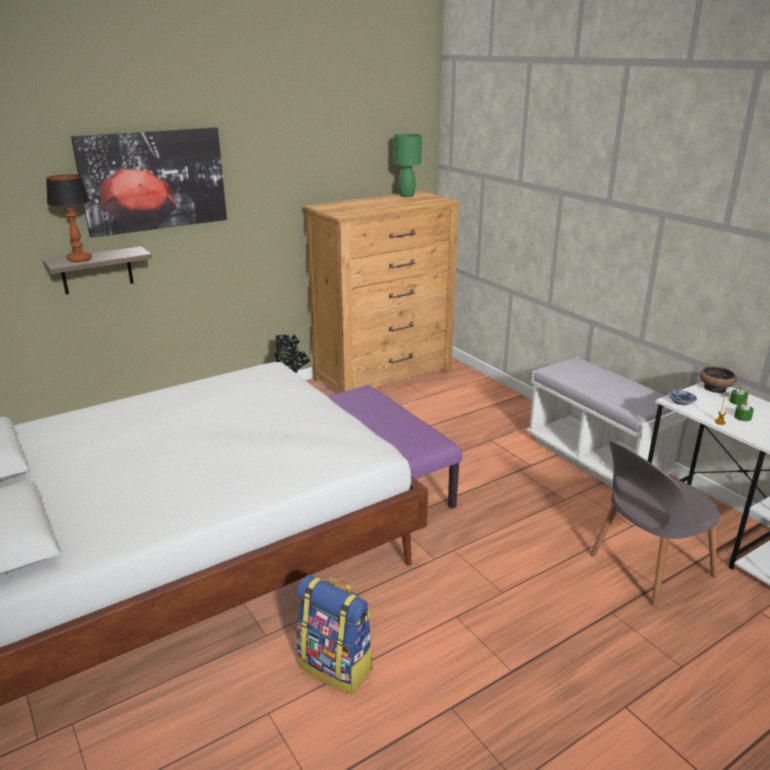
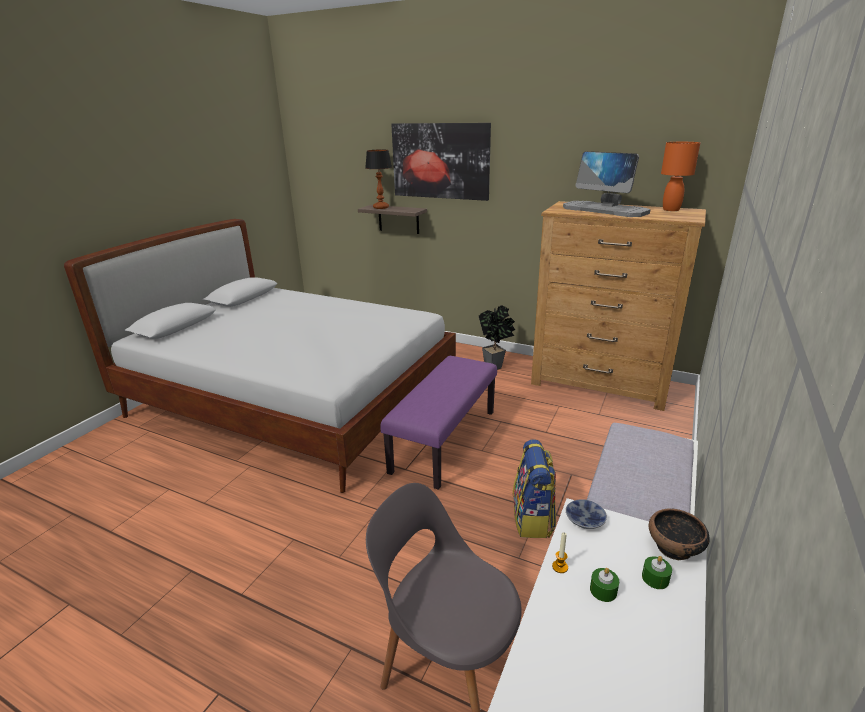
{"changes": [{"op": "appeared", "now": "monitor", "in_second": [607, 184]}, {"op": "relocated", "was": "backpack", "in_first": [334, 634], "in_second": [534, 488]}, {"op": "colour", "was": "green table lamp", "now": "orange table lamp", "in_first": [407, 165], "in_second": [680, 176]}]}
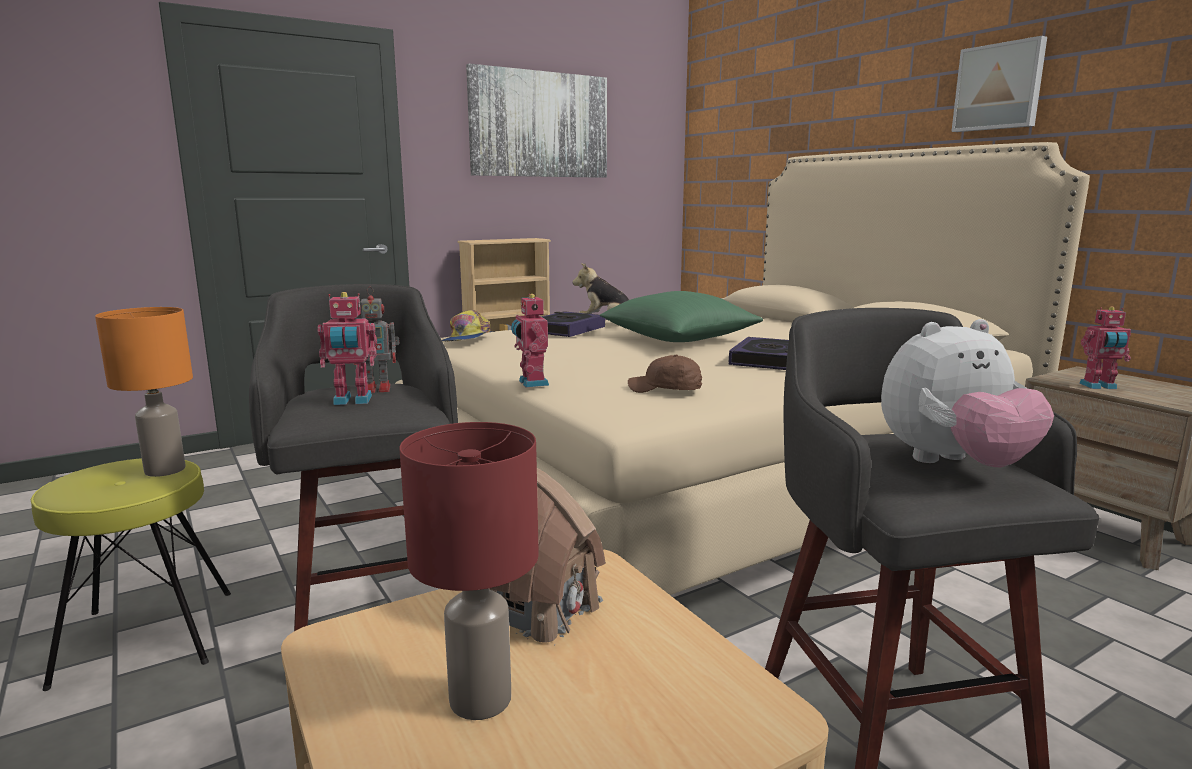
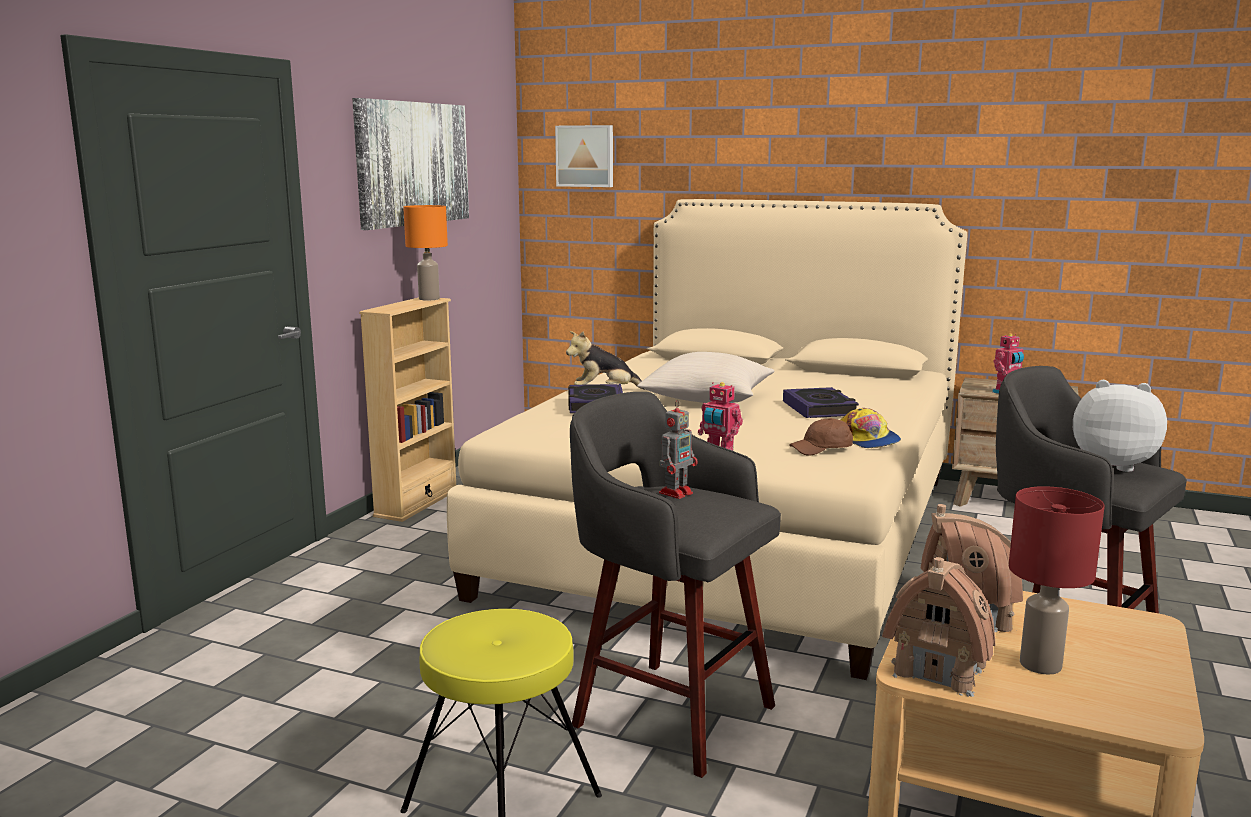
{"changes": [{"op": "missing", "was": "toy robot", "in_first": [347, 348]}, {"op": "appeared", "now": "toy house", "in_second": [938, 627]}, {"op": "relocated", "was": "orange table lamp", "in_first": [144, 392], "in_second": [425, 253]}, {"op": "relocated", "was": "cap", "in_first": [466, 326], "in_second": [871, 428]}, {"op": "relocated", "was": "picture", "in_first": [999, 84], "in_second": [584, 156]}, {"op": "colour", "was": "green pillow", "now": "beige pillow", "in_first": [681, 316], "in_second": [705, 377]}, {"op": "spun", "was": "plush toy", "in_first": [967, 393], "in_second": [1120, 426], "clockwise": -105}]}
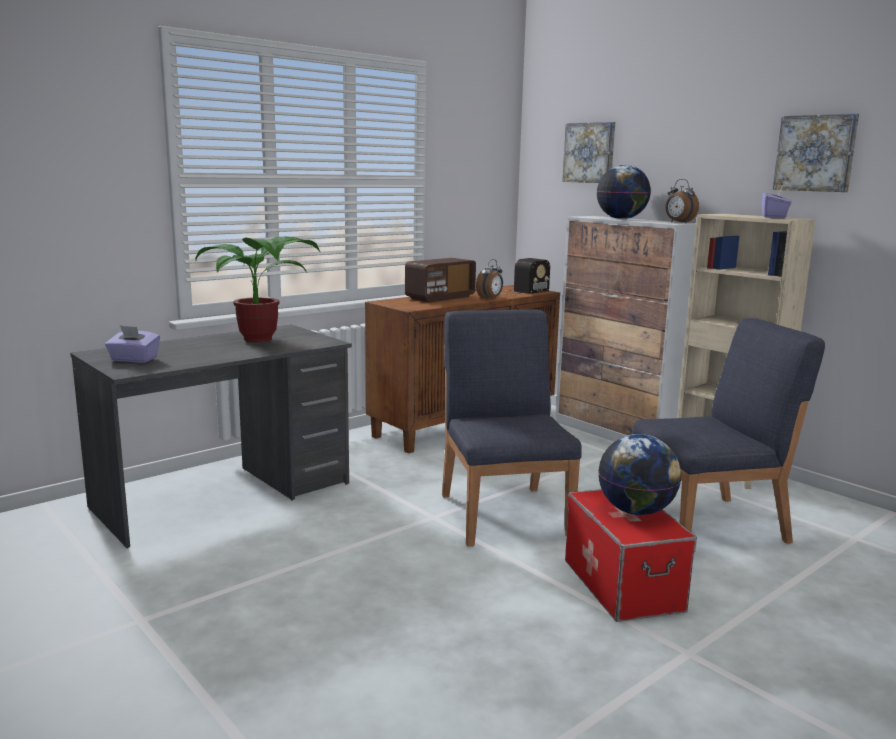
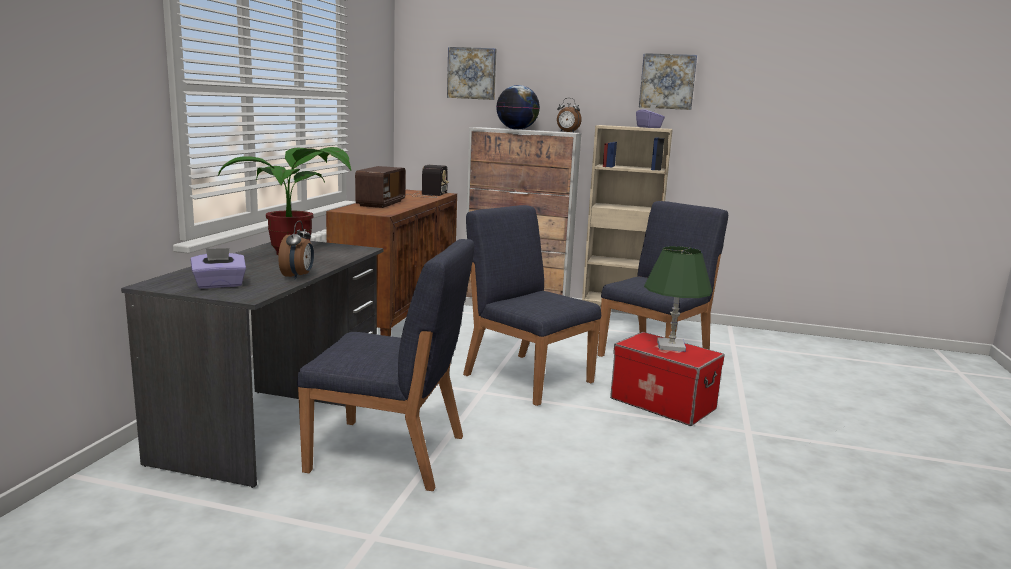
{"changes": [{"op": "appeared", "now": "blue chair", "in_second": [385, 365]}, {"op": "relocated", "was": "alarm clock", "in_first": [489, 279], "in_second": [296, 250]}, {"op": "exchanged", "was": "globe", "now": "green table lamp", "in_first": [639, 474], "in_second": [678, 299]}]}
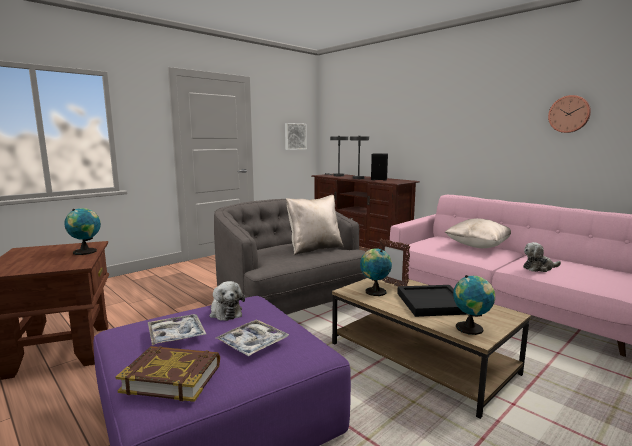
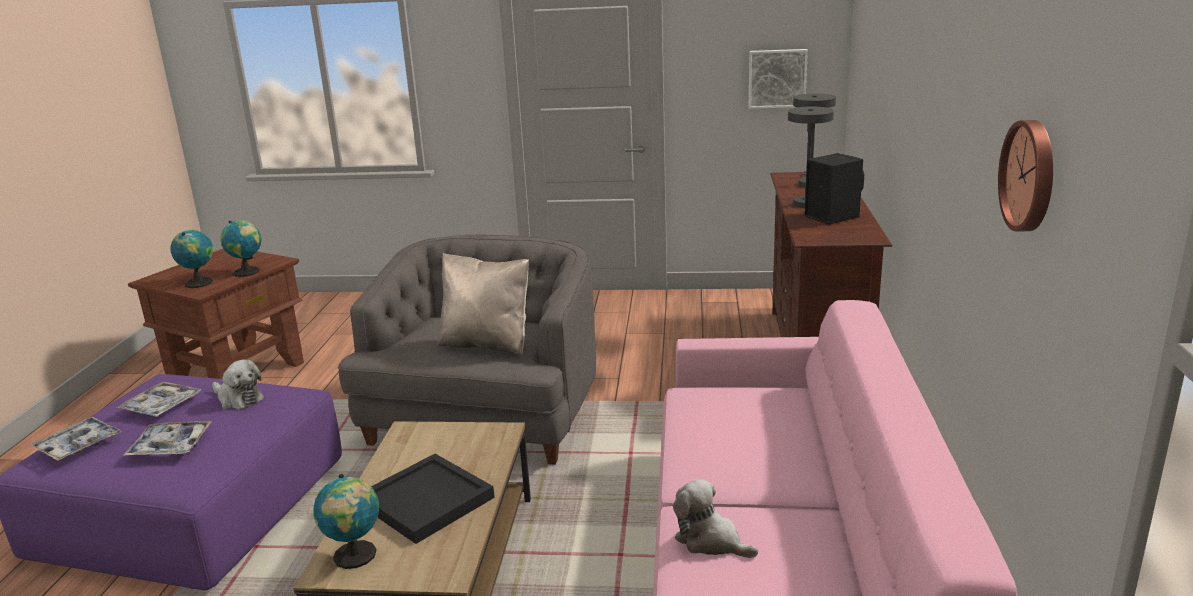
{"changes": [{"op": "missing", "was": "picture frame", "in_first": [394, 263]}, {"op": "missing", "was": "beige pillow", "in_first": [477, 233]}, {"op": "relocated", "was": "globe", "in_first": [376, 272], "in_second": [191, 259]}, {"op": "exchanged", "was": "book", "now": "tray", "in_first": [168, 374], "in_second": [76, 439]}, {"op": "spun", "was": "plush toy", "in_first": [227, 301], "in_second": [238, 384], "clockwise": -75}]}
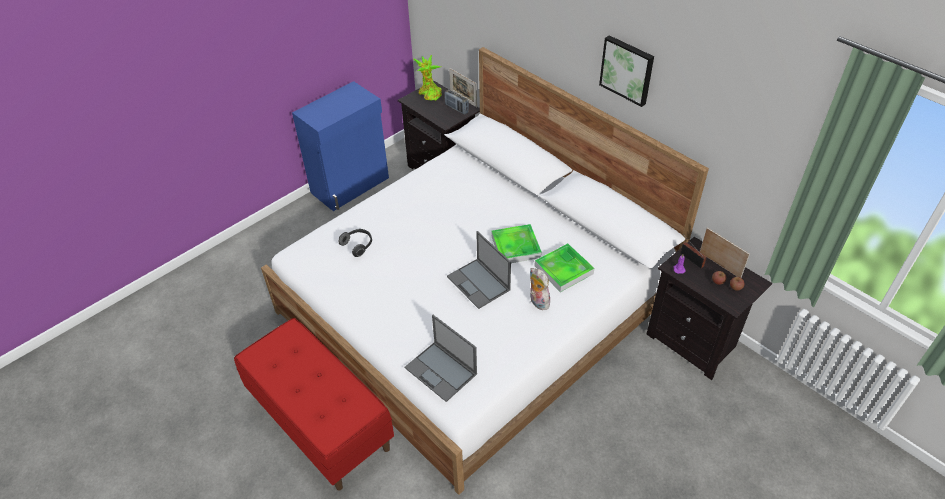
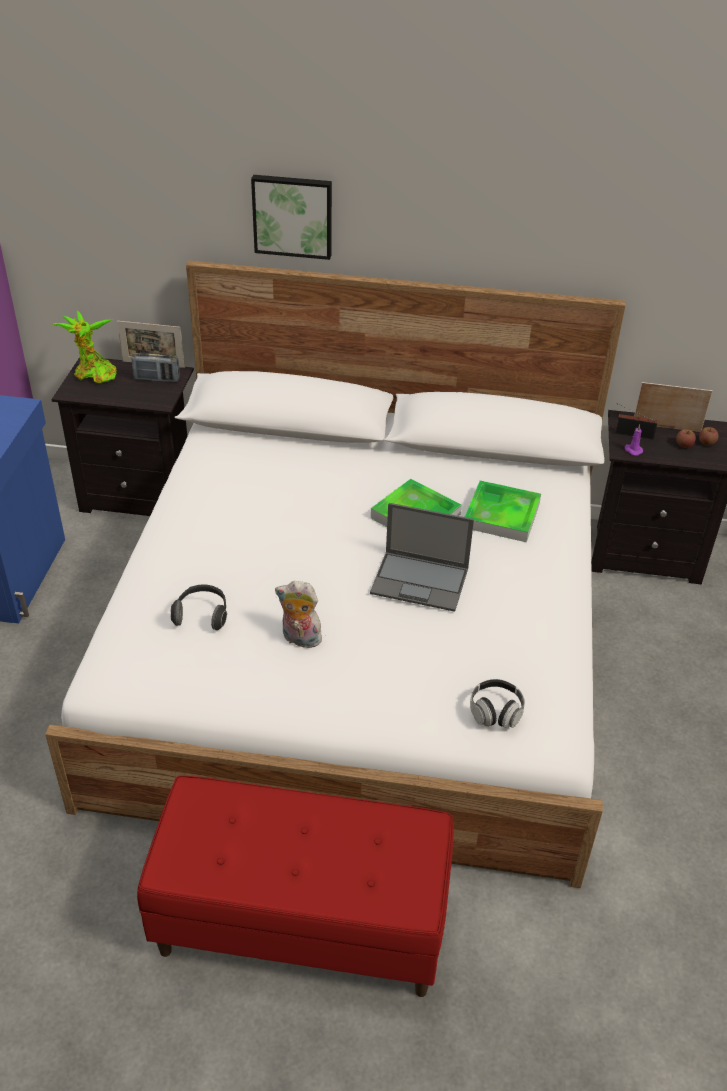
{"changes": [{"op": "relocated", "was": "plush toy", "in_first": [540, 289], "in_second": [300, 614]}, {"op": "relocated", "was": "picture", "in_first": [626, 71], "in_second": [291, 217]}, {"op": "exchanged", "was": "laptop", "now": "headphones", "in_first": [441, 358], "in_second": [497, 703]}]}
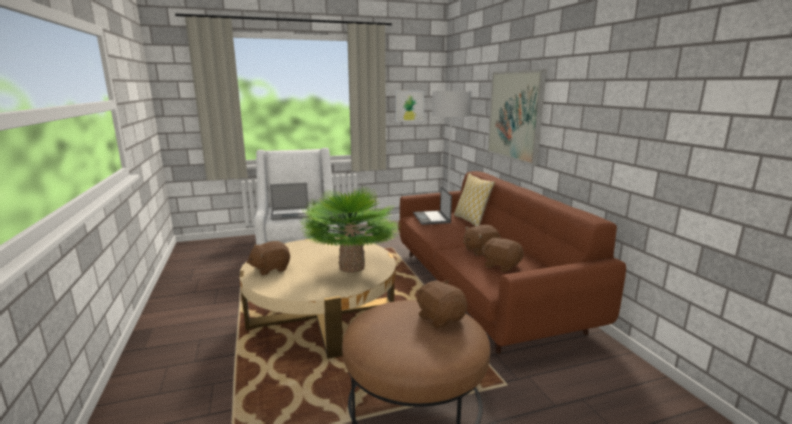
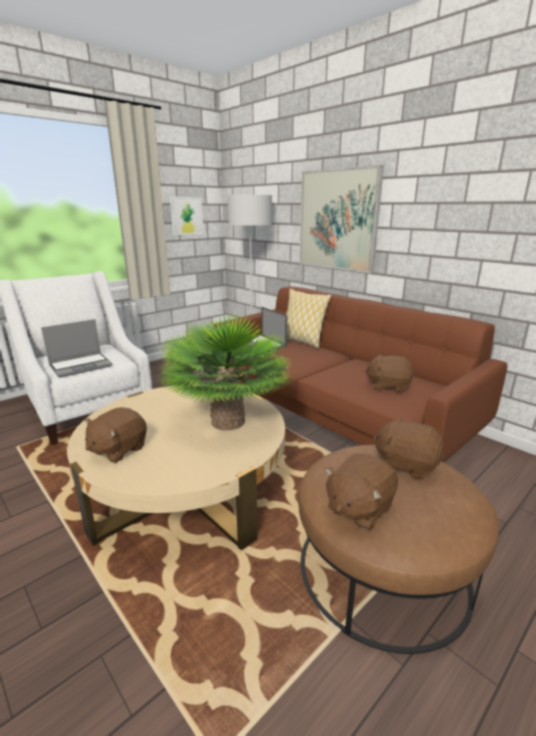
{"changes": [{"op": "relocated", "was": "brown plush toy", "in_first": [481, 240], "in_second": [361, 491]}]}
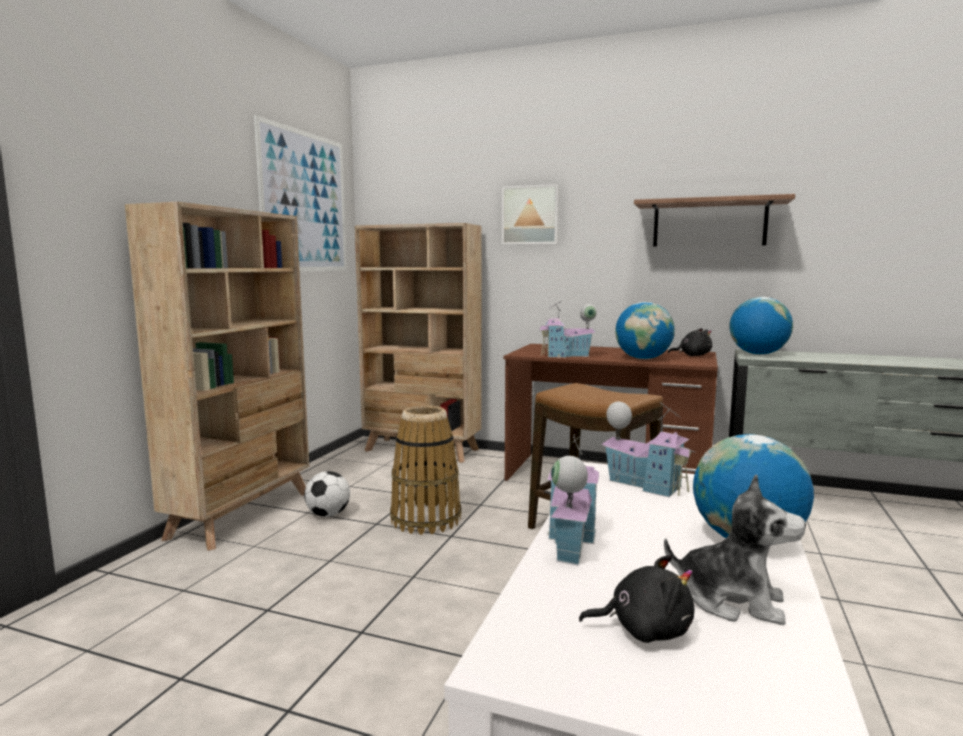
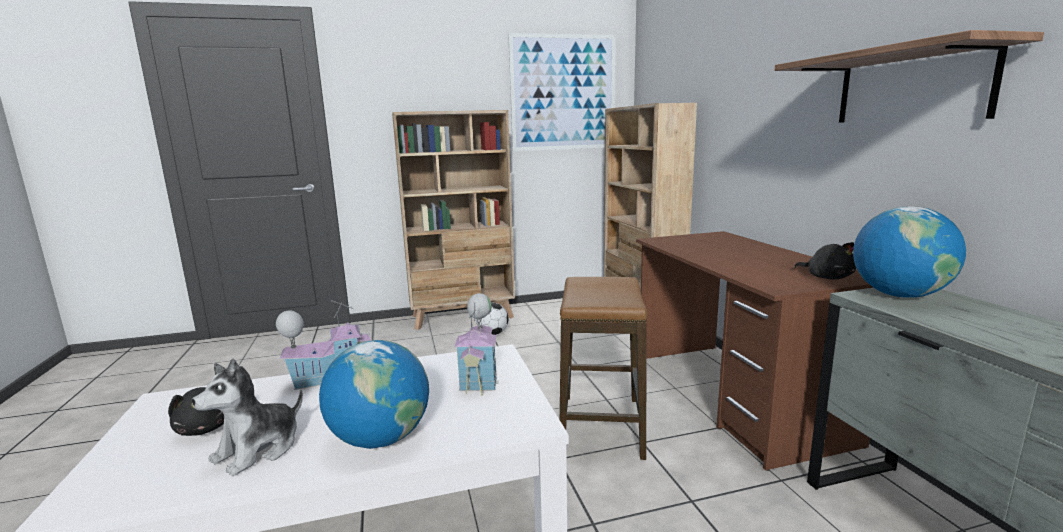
{"changes": [{"op": "missing", "was": "basket", "in_first": [425, 470]}, {"op": "missing", "was": "picture", "in_first": [531, 214]}, {"op": "missing", "was": "toy house", "in_first": [567, 329]}, {"op": "missing", "was": "globe", "in_first": [645, 330]}, {"op": "spun", "was": "plush toy", "in_first": [735, 549], "in_second": [247, 417], "clockwise": 45}]}
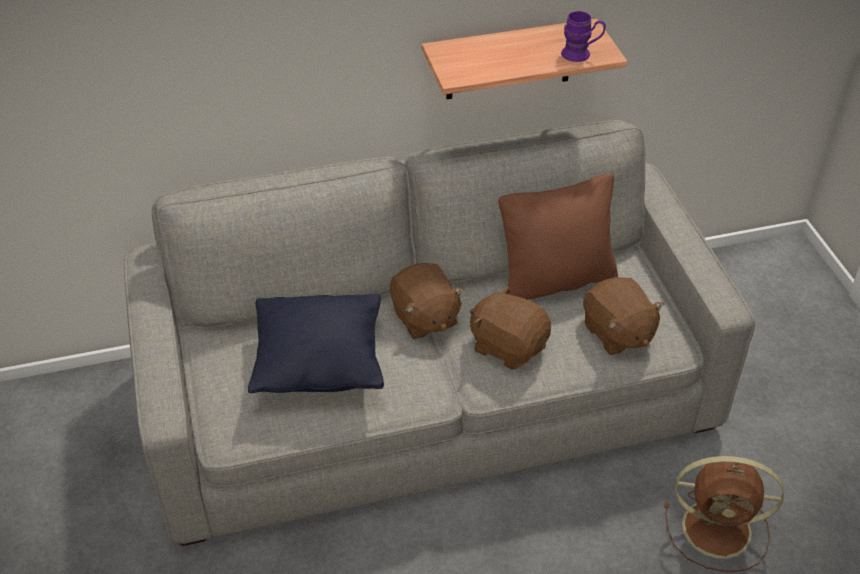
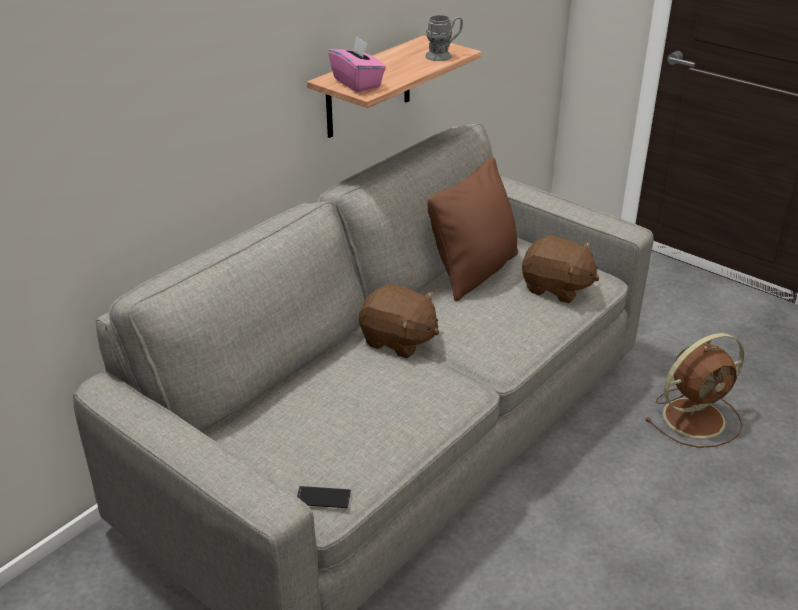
{"changes": [{"op": "missing", "was": "black pillow", "in_first": [316, 343]}, {"op": "missing", "was": "brown plush toy", "in_first": [510, 327]}, {"op": "appeared", "now": "phone", "in_second": [324, 497]}, {"op": "appeared", "now": "pink tissue box", "in_second": [357, 64]}, {"op": "colour", "was": "purple mug", "now": "grey mug", "in_first": [583, 36], "in_second": [444, 38]}]}
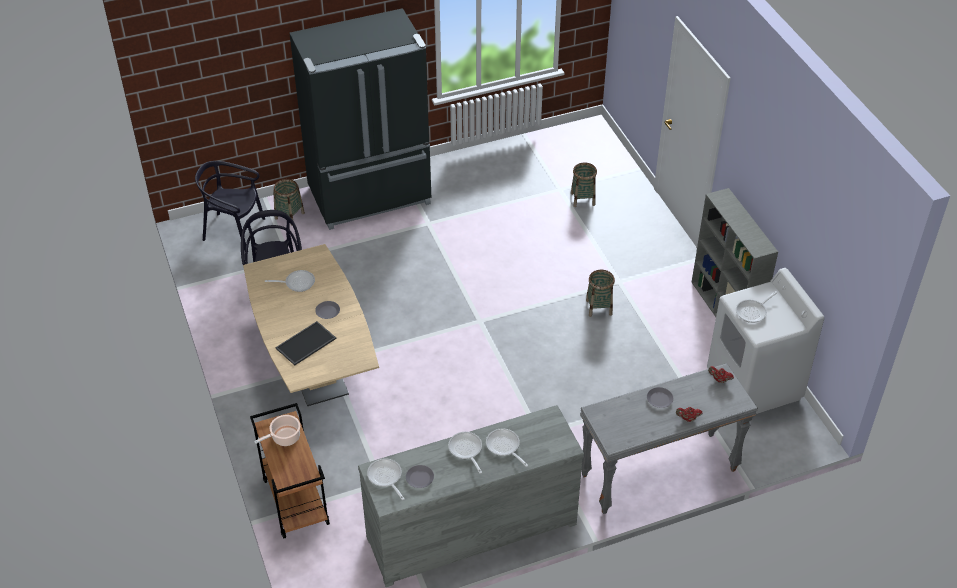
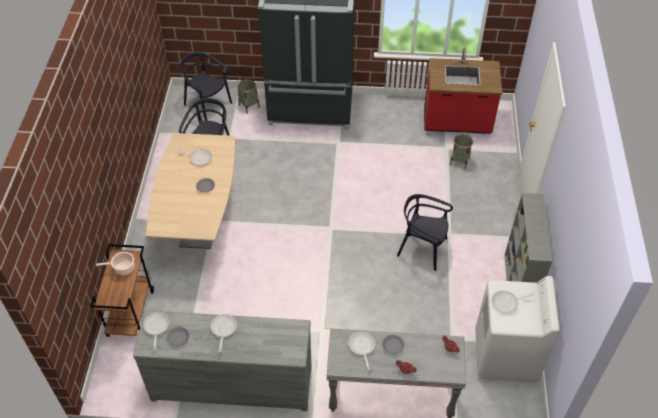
{"changes": [{"op": "missing", "was": "tray", "in_first": [305, 343]}, {"op": "appeared", "now": "red counter", "in_second": [463, 91]}, {"op": "relocated", "was": "frying pan", "in_first": [507, 448], "in_second": [361, 350]}, {"op": "exchanged", "was": "basket", "now": "black chair", "in_first": [600, 293], "in_second": [425, 232]}]}
